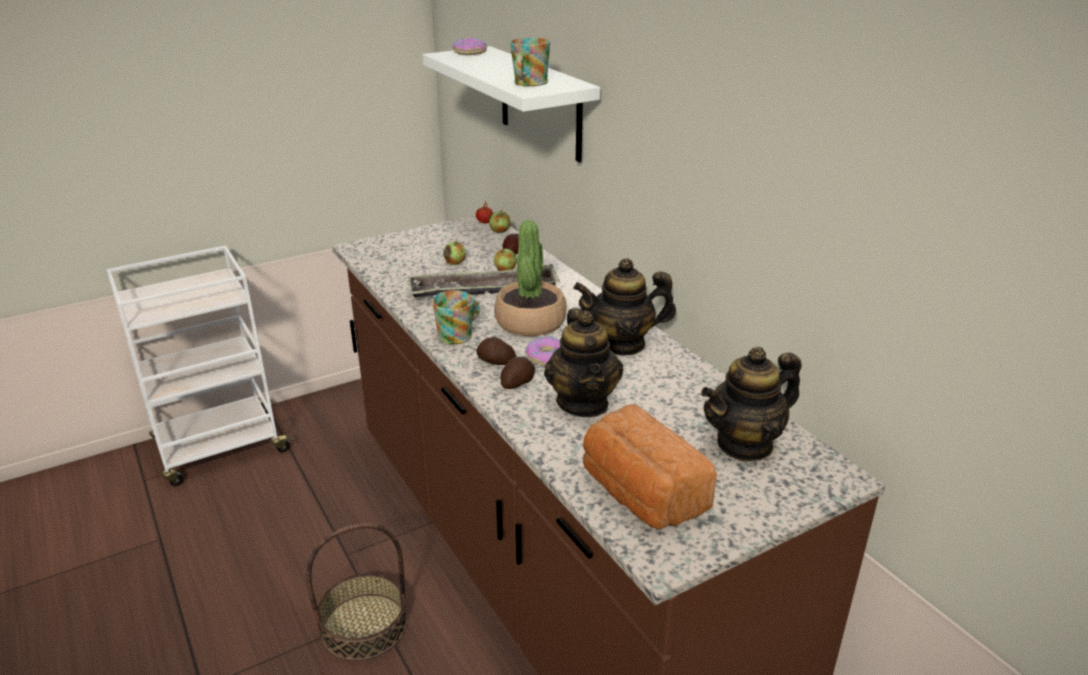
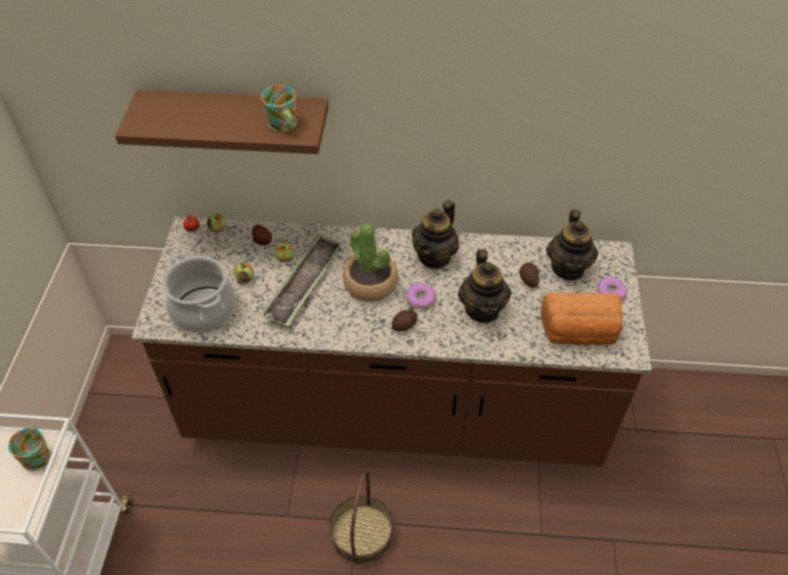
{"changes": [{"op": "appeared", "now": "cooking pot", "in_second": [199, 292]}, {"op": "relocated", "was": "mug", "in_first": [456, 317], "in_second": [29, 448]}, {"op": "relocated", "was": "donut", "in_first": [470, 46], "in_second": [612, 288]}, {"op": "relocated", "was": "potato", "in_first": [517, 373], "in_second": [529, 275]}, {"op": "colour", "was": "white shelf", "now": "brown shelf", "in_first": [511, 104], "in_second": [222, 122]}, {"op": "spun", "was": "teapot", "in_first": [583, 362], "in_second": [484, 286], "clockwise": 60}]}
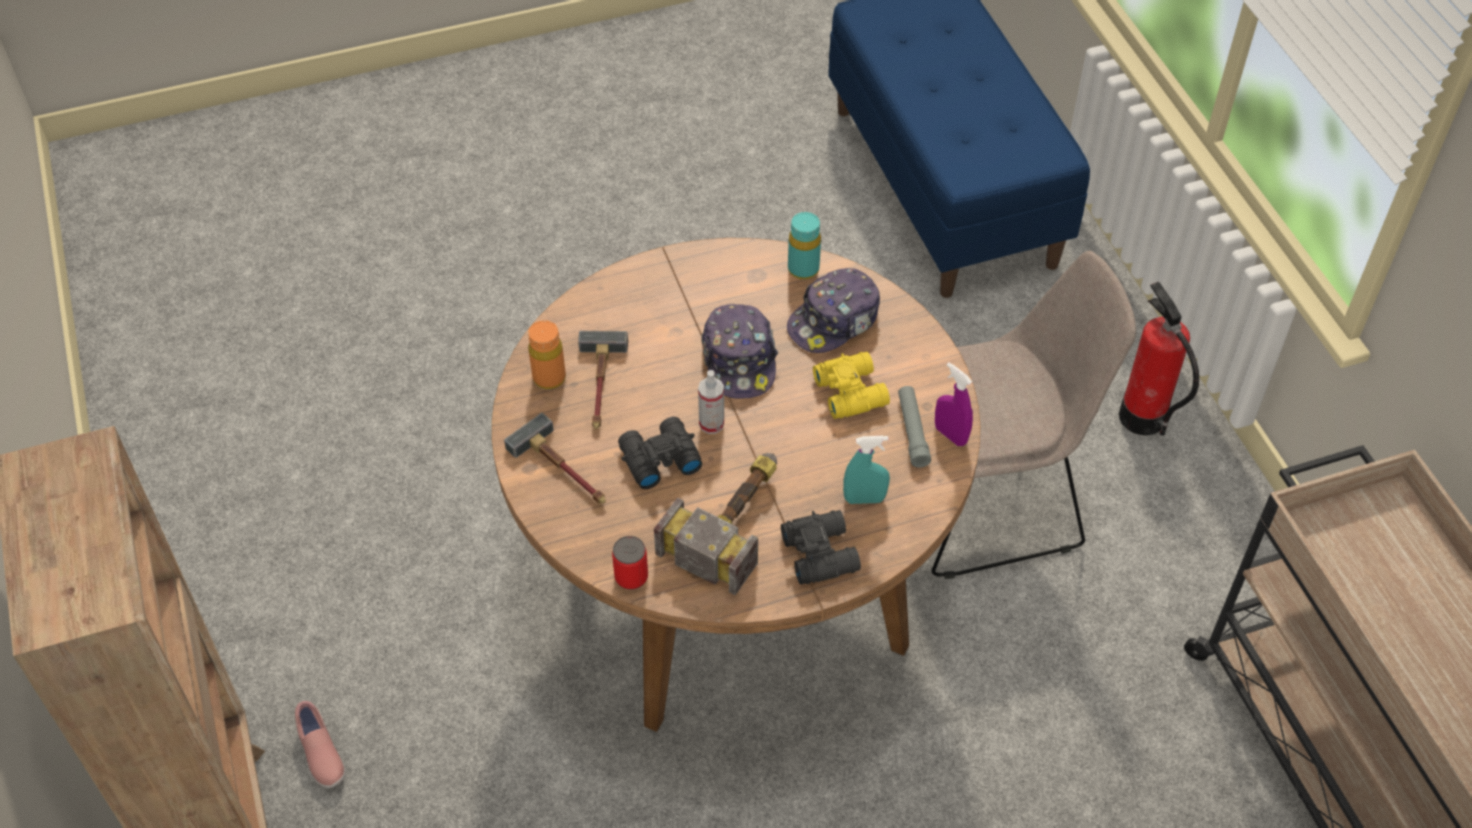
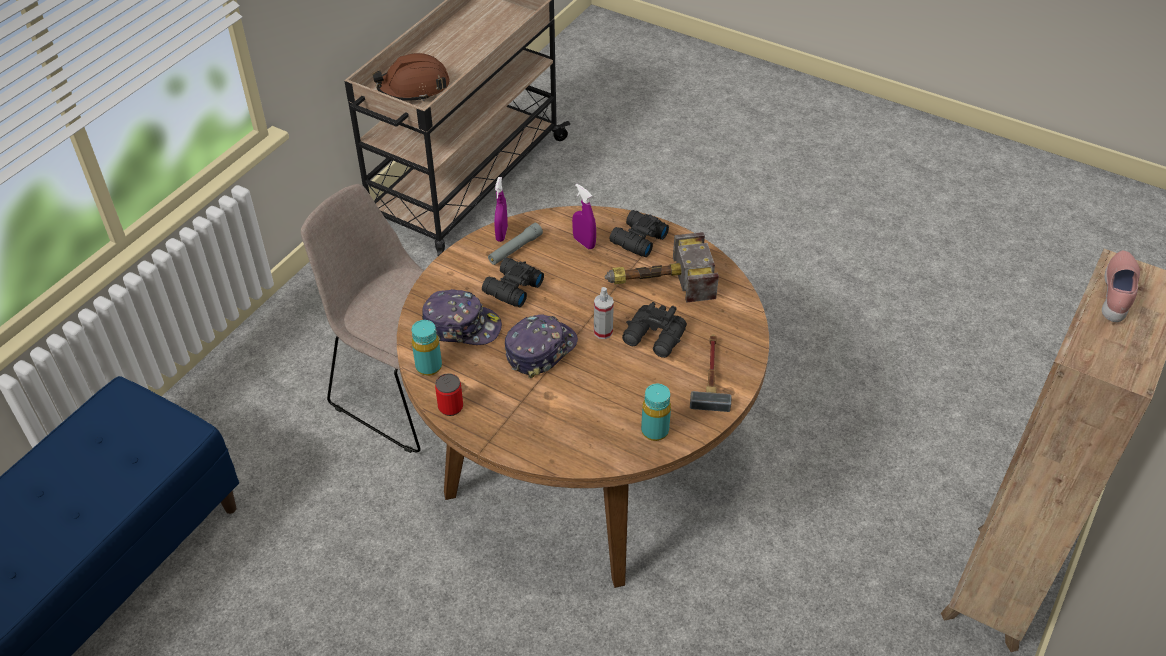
{"changes": [{"op": "missing", "was": "hammer", "in_first": [603, 380]}, {"op": "missing", "was": "fire extinguisher", "in_first": [1159, 359]}, {"op": "appeared", "now": "brown hard hat", "in_second": [410, 77]}, {"op": "relocated", "was": "pink shoe", "in_first": [320, 744], "in_second": [1121, 286]}, {"op": "relocated", "was": "can", "in_first": [630, 563], "in_second": [449, 394]}, {"op": "colour", "was": "orange bottle", "now": "turquoise bottle", "in_first": [547, 354], "in_second": [656, 412]}, {"op": "colour", "was": "yellow binoculars", "now": "black binoculars", "in_first": [851, 385], "in_second": [513, 282]}, {"op": "colour", "was": "turquoise spray bottle", "now": "purple spray bottle", "in_first": [866, 470], "in_second": [584, 216]}]}
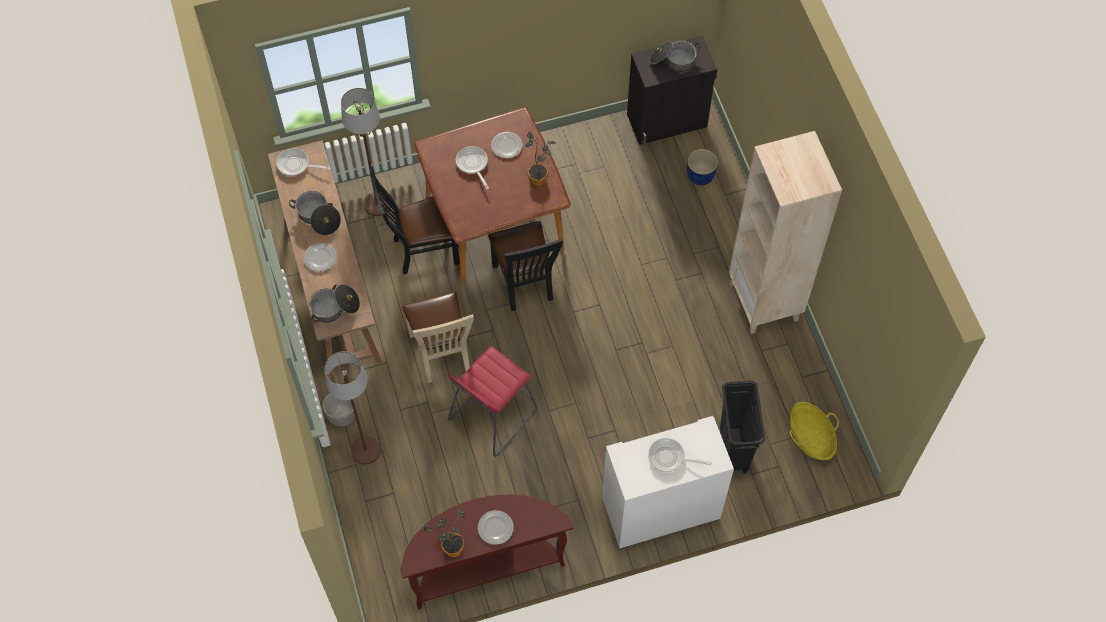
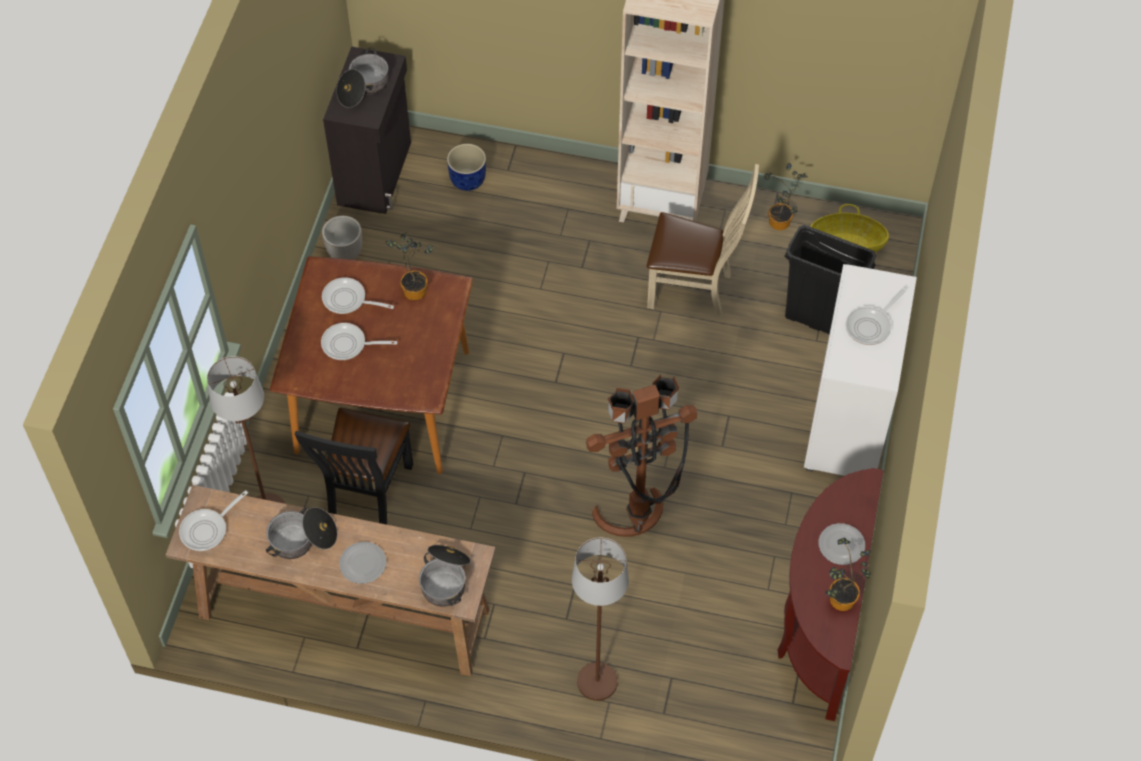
{"changes": [{"op": "missing", "was": "black chair", "in_first": [525, 266]}, {"op": "appeared", "now": "potted plant", "in_second": [786, 196]}, {"op": "relocated", "was": "planter", "in_first": [339, 410], "in_second": [342, 238]}, {"op": "relocated", "was": "beige chair", "in_first": [438, 337], "in_second": [703, 241]}, {"op": "exchanged", "was": "red stool", "now": "brown floor lamp", "in_first": [492, 401], "in_second": [641, 455]}, {"op": "exchanged", "was": "plate", "now": "frying pan", "in_first": [507, 145], "in_second": [358, 295]}]}
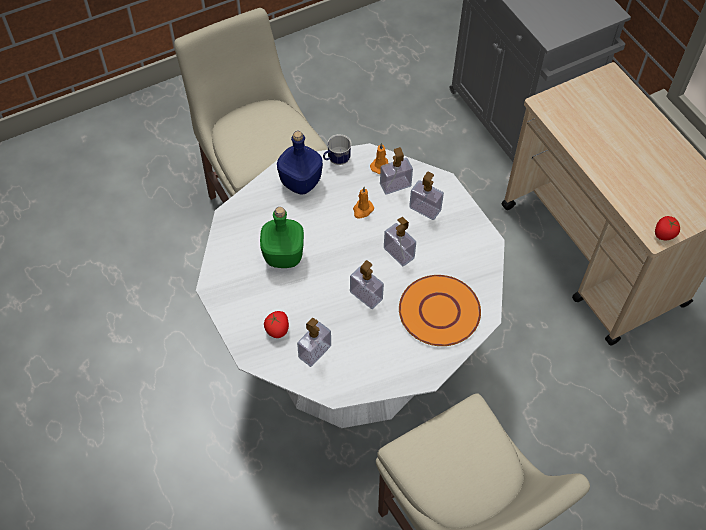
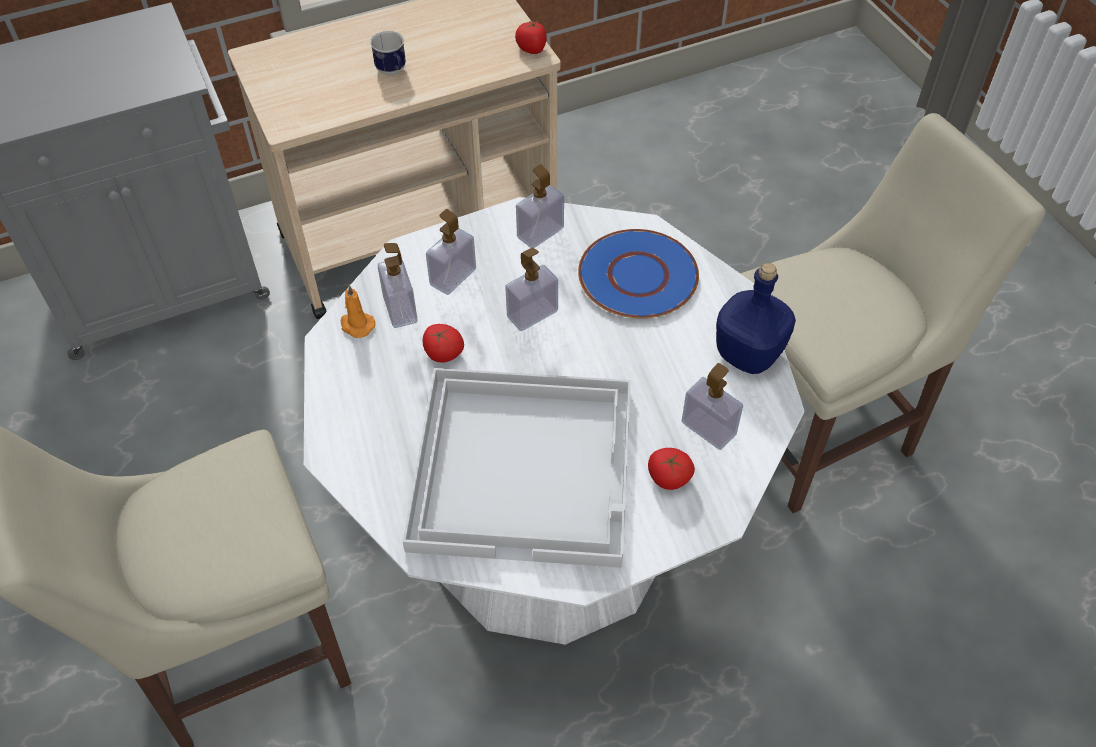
{"changes": [{"op": "relocated", "was": "blue bottle", "in_first": [300, 163], "in_second": [756, 318]}, {"op": "relocated", "was": "mug", "in_first": [337, 149], "in_second": [388, 53]}, {"op": "relocated", "was": "soap dispenser", "in_first": [367, 284], "in_second": [540, 206]}, {"op": "exchanged", "was": "green bottle", "now": "white tray", "in_first": [282, 237], "in_second": [516, 468]}, {"op": "exchanged", "was": "orange candle", "now": "tomato", "in_first": [363, 203], "in_second": [443, 343]}, {"op": "colour", "was": "orange plate", "now": "blue plate", "in_first": [440, 310], "in_second": [638, 273]}]}
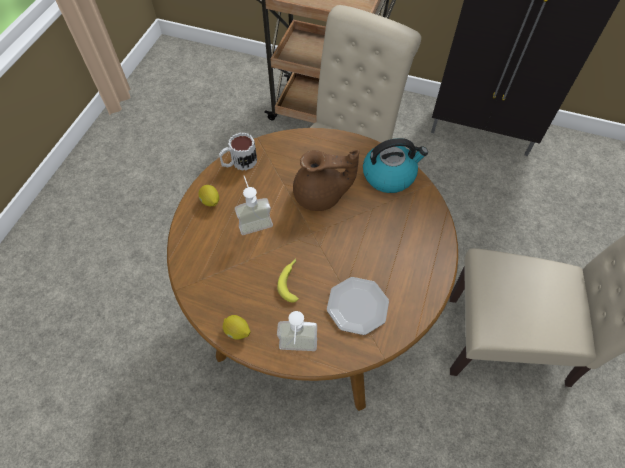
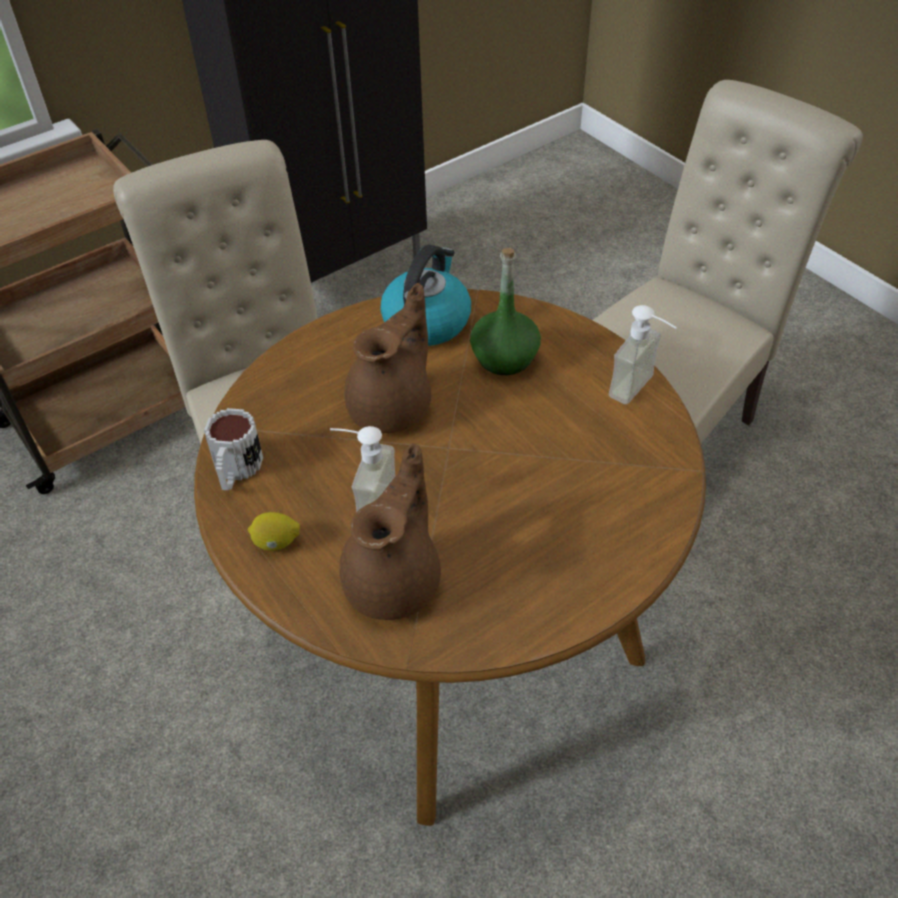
{"changes": [{"op": "missing", "was": "lemon", "in_first": [237, 327]}, {"op": "missing", "was": "banana", "in_first": [288, 280]}, {"op": "missing", "was": "plate", "in_first": [358, 306]}, {"op": "appeared", "now": "brown teapot", "in_second": [390, 531]}, {"op": "appeared", "now": "green bottle", "in_second": [505, 311]}, {"op": "relocated", "was": "soap dispenser", "in_first": [297, 331], "in_second": [643, 355]}]}
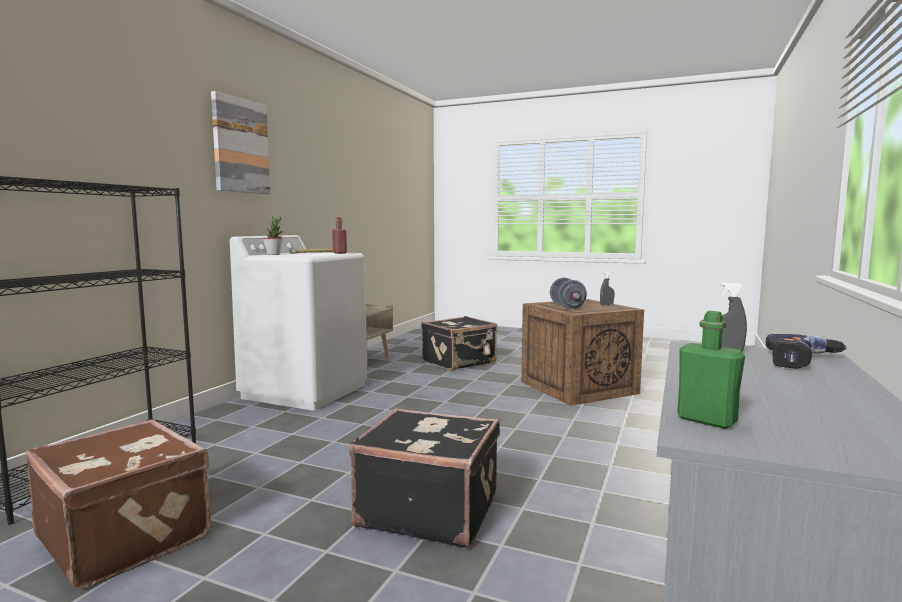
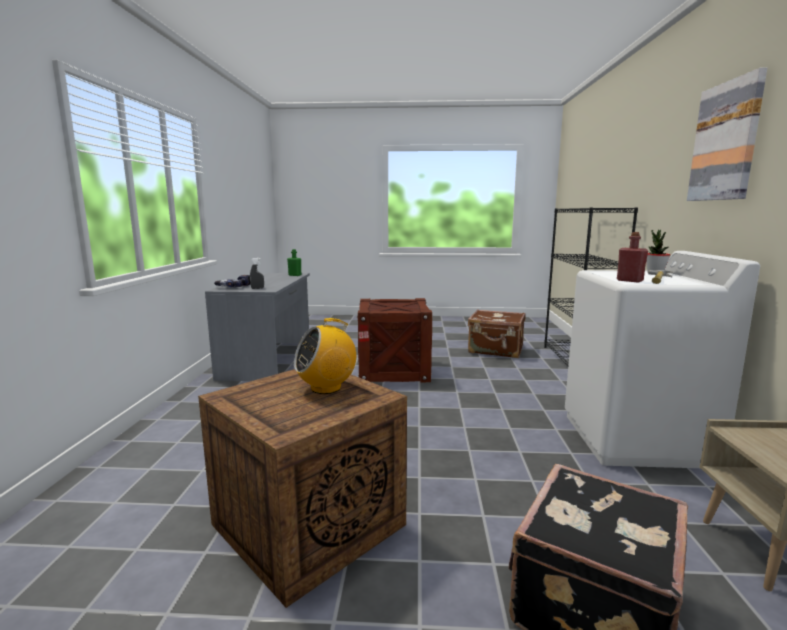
{"changes": [{"op": "missing", "was": "grey spray bottle", "in_first": [607, 288]}, {"op": "exchanged", "was": "black suitcase", "now": "crate", "in_first": [424, 478], "in_second": [395, 340]}, {"op": "exchanged", "was": "grey dumbbell", "now": "radio", "in_first": [568, 293], "in_second": [325, 356]}]}
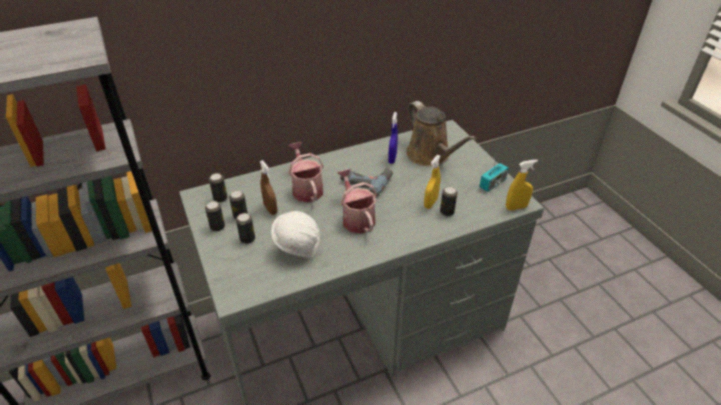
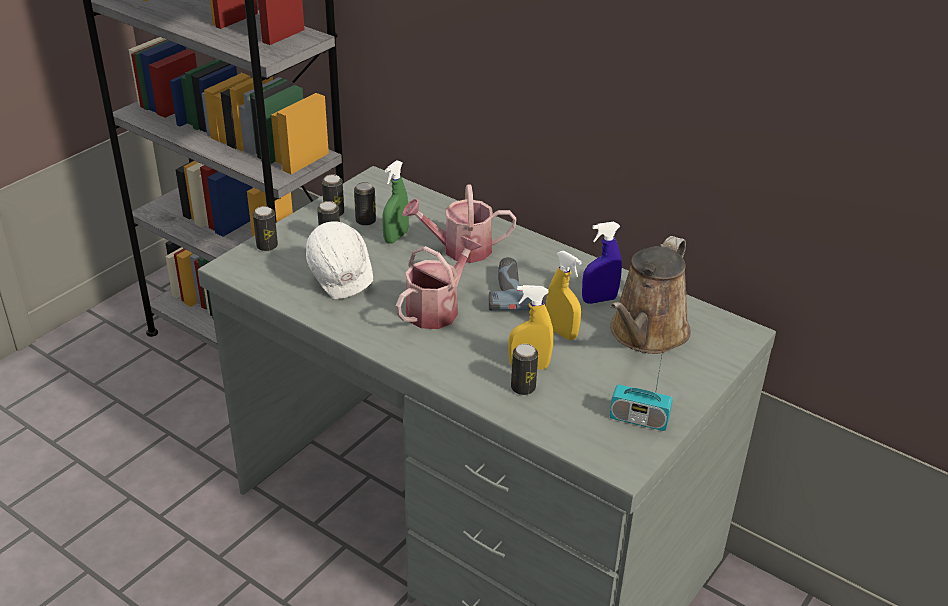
{"changes": [{"op": "relocated", "was": "can", "in_first": [218, 187], "in_second": [265, 228]}, {"op": "relocated", "was": "yellow spray bottle", "in_first": [522, 185], "in_second": [564, 295]}, {"op": "colour", "was": "brown spray bottle", "now": "green spray bottle", "in_first": [268, 187], "in_second": [395, 202]}, {"op": "spun", "was": "watering can", "in_first": [306, 172], "in_second": [459, 223], "clockwise": -135}]}
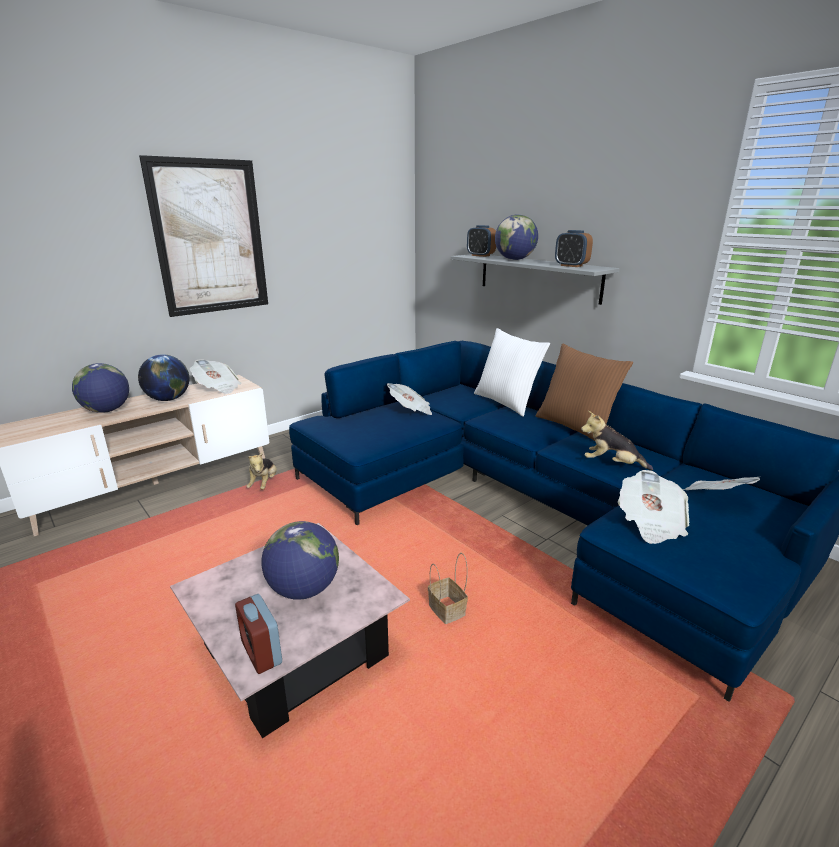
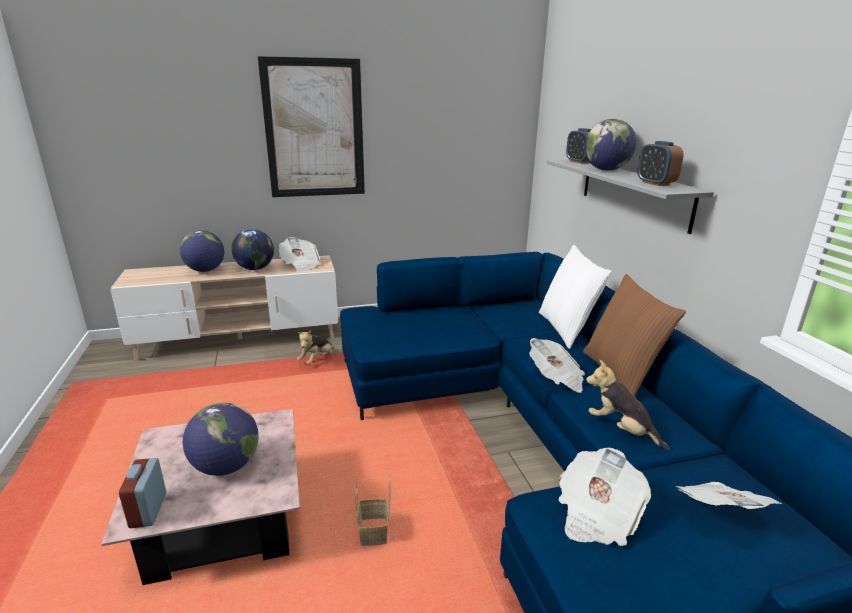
{"changes": [{"op": "relocated", "was": "newspaper", "in_first": [409, 399], "in_second": [557, 365]}]}
